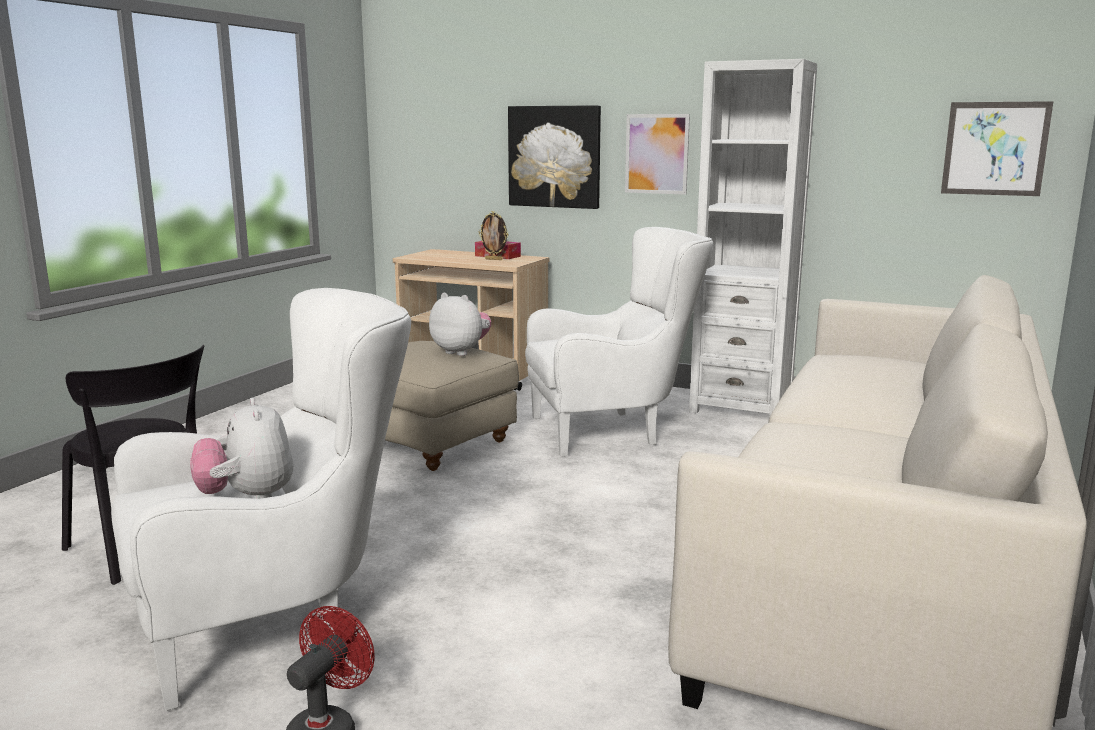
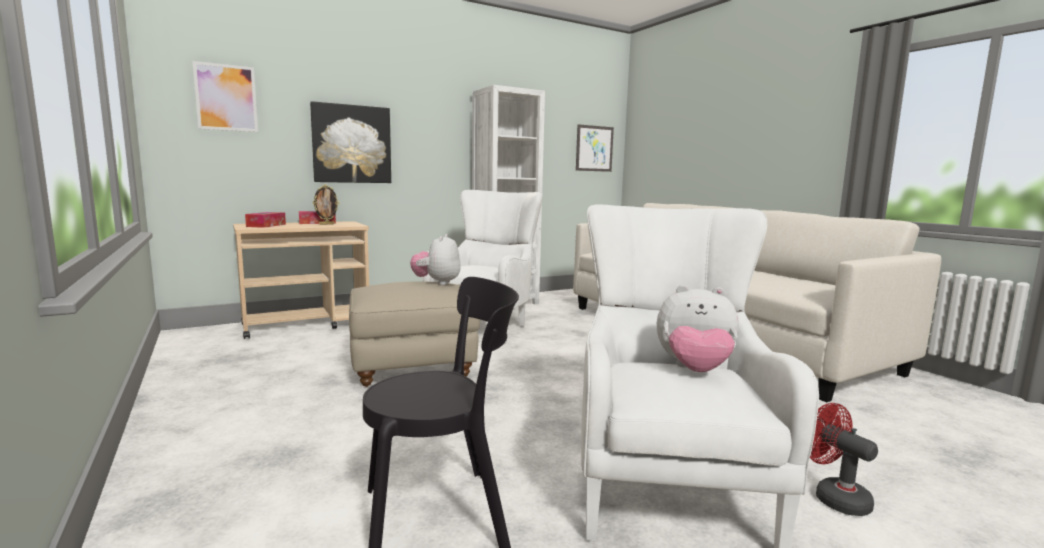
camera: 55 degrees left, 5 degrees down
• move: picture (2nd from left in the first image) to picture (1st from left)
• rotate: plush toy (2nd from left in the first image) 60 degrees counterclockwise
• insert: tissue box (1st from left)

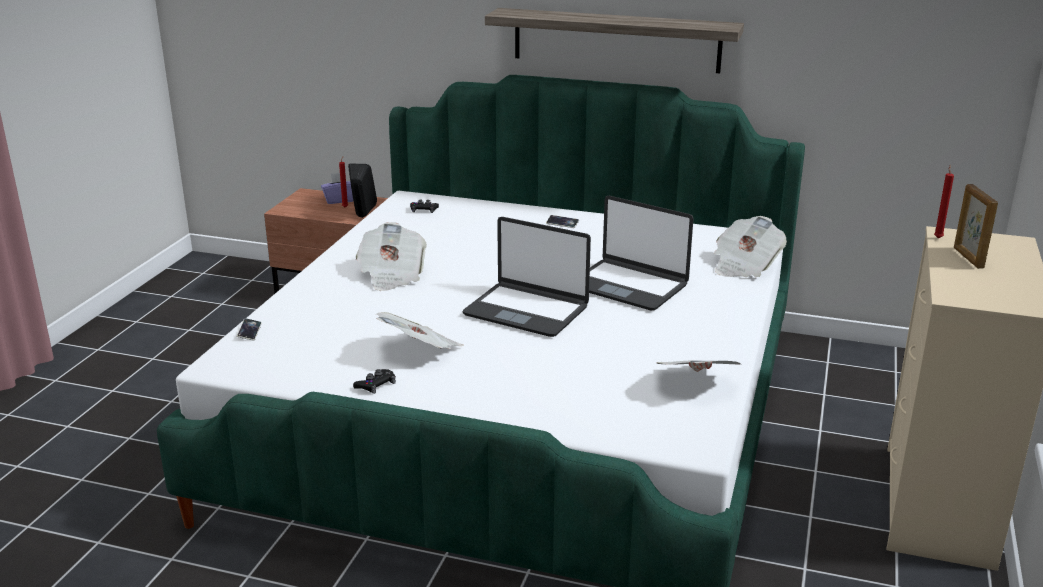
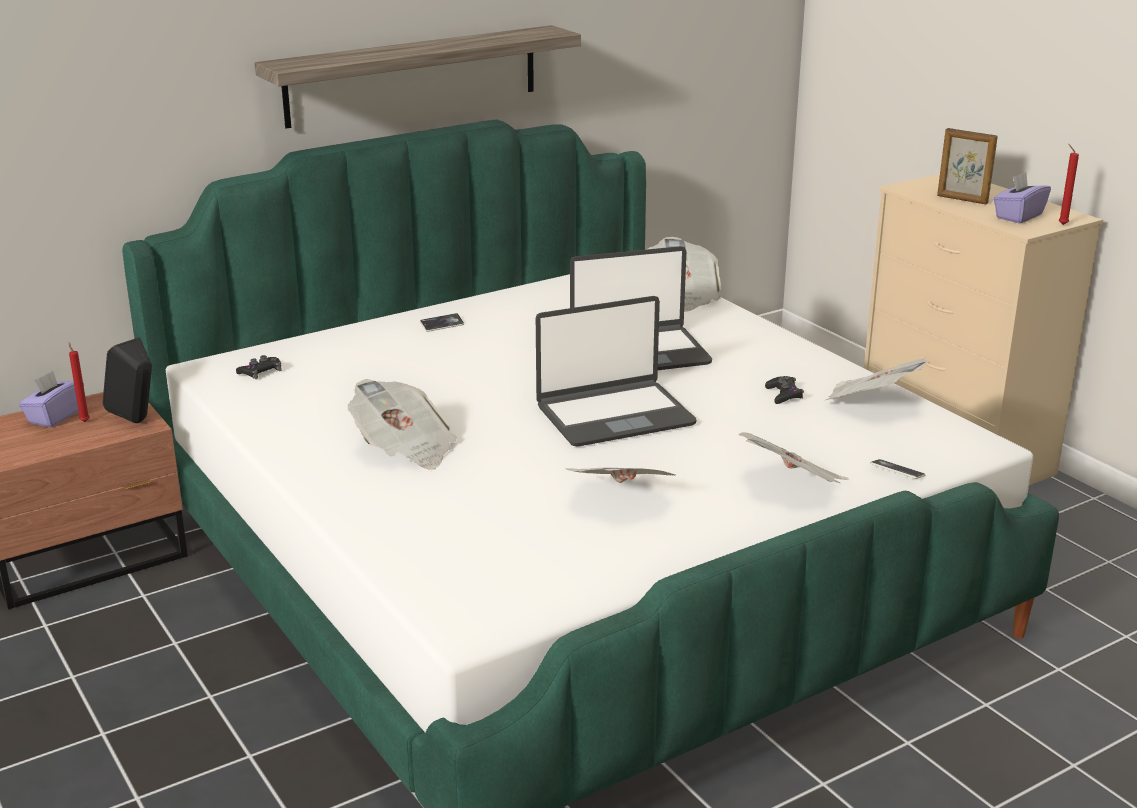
camera: 50 degrees left, 0 degrees up
• move: candle (red) (2nd from left)
• move: phone (1st from left in the first image) to phone (2nd from left)
• move: game controller (black) (1st from left in the first image) to game controller (black) (2nd from left)
• insert: tissue box (purple) (2nd from left)
• insert: newspaper (4th from left)

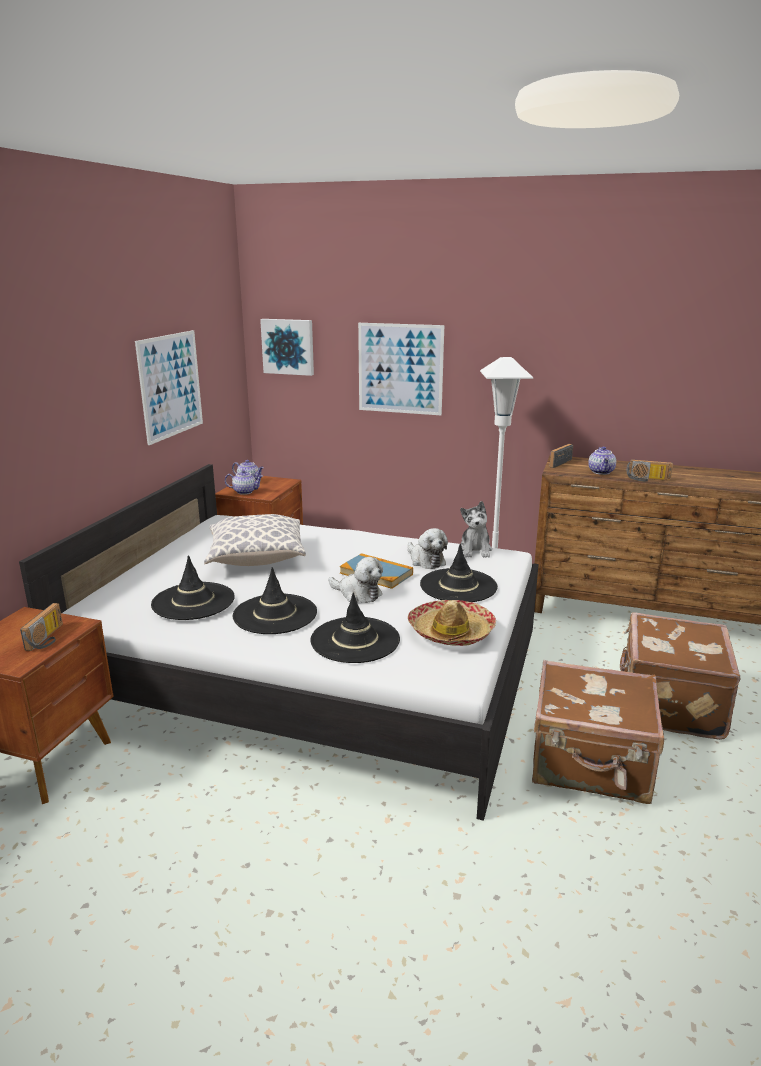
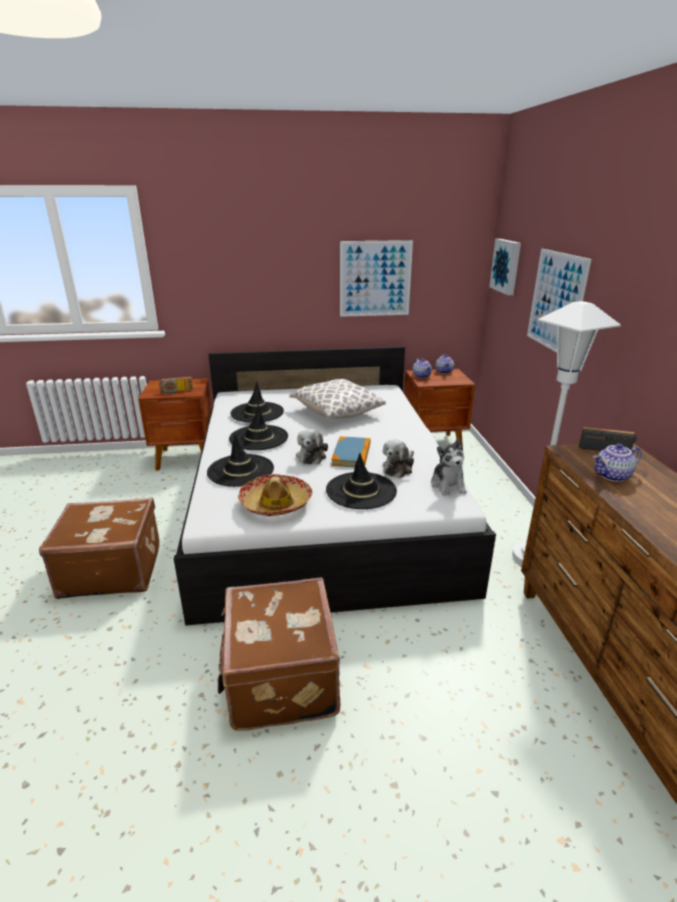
camera: 65 degrees right, 5 degrees up
• delete: radio (3rd from left)
• rotate: plush toy (3rd from left) 75 degrees counterclockwise
• move: suitcase (brown) (2nd from left in the first image) to suitcase (brown) (1st from left)

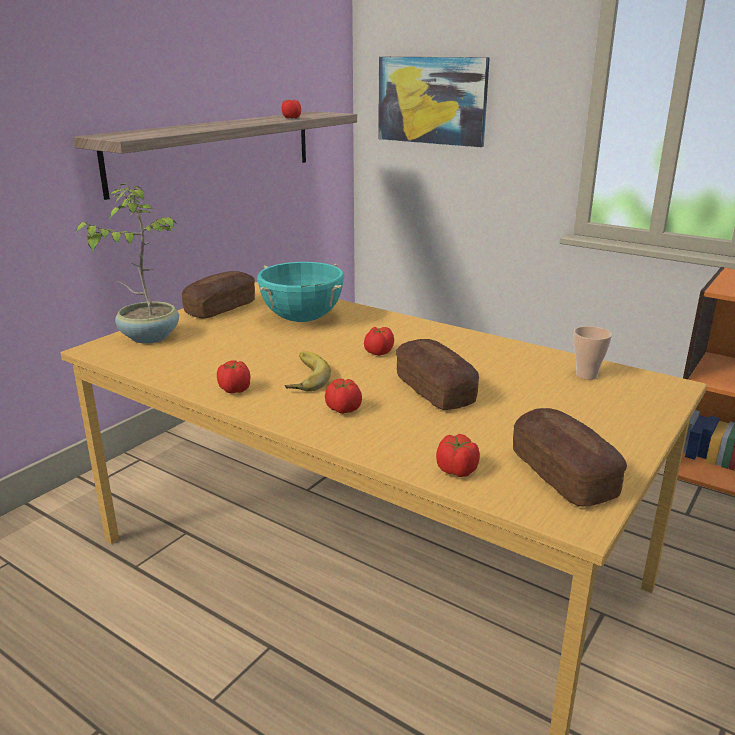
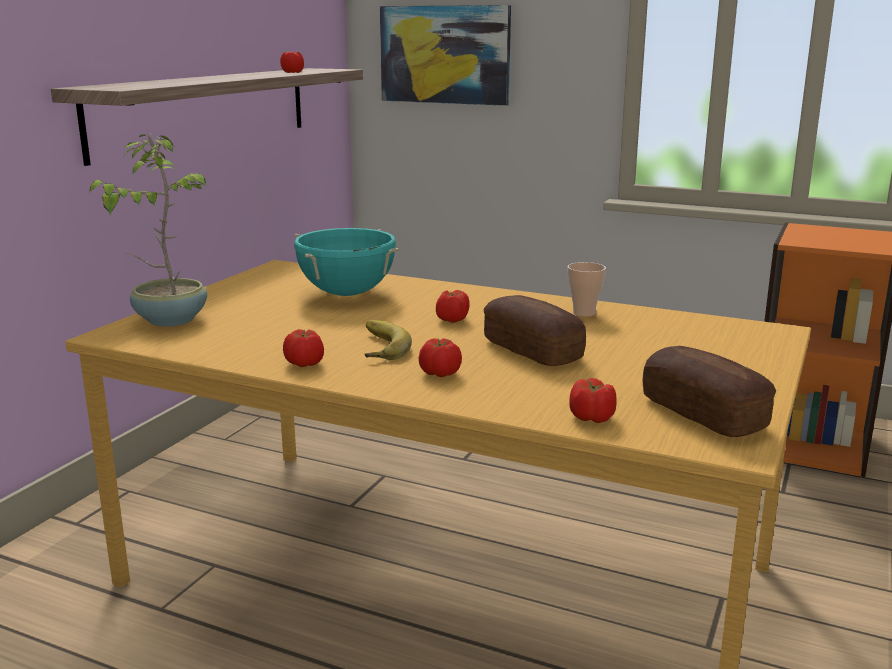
camera: 10 degrees left, 5 degrees down
• delete: bread (1st from left)
• move: cup

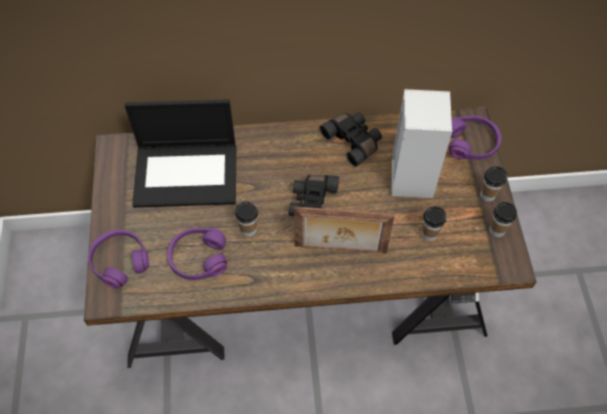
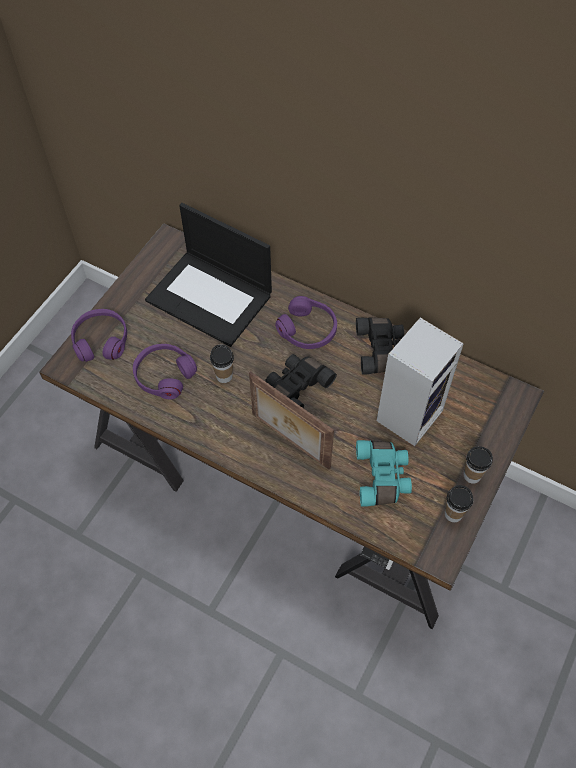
camera: 35 degrees right, 0 degrees up
• move: headphones (purple) (3rd from left)
• replace: cup (2nd from left) to binoculars (turquoise)

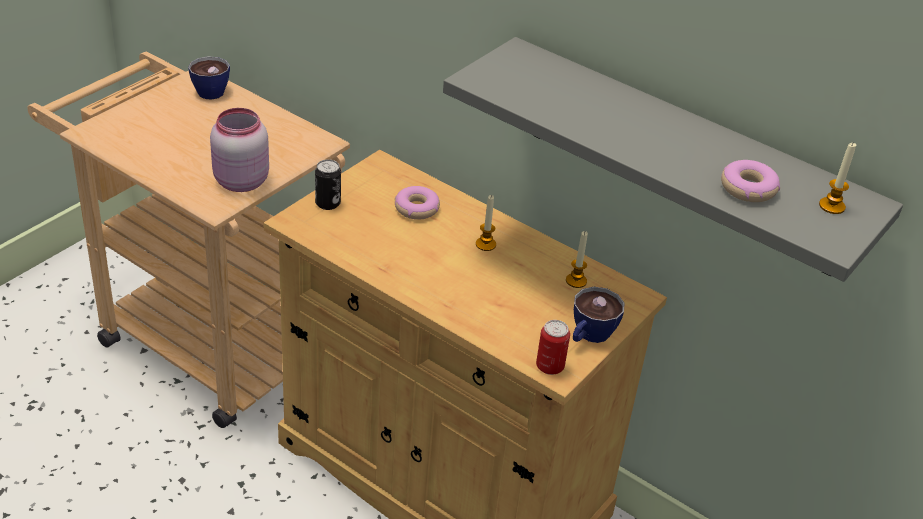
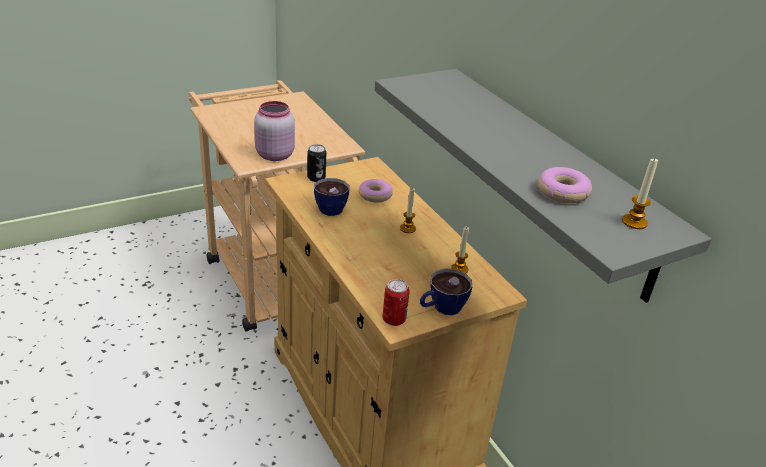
camera: 25 degrees right, 5 degrees down
• move: cup (1st from left)

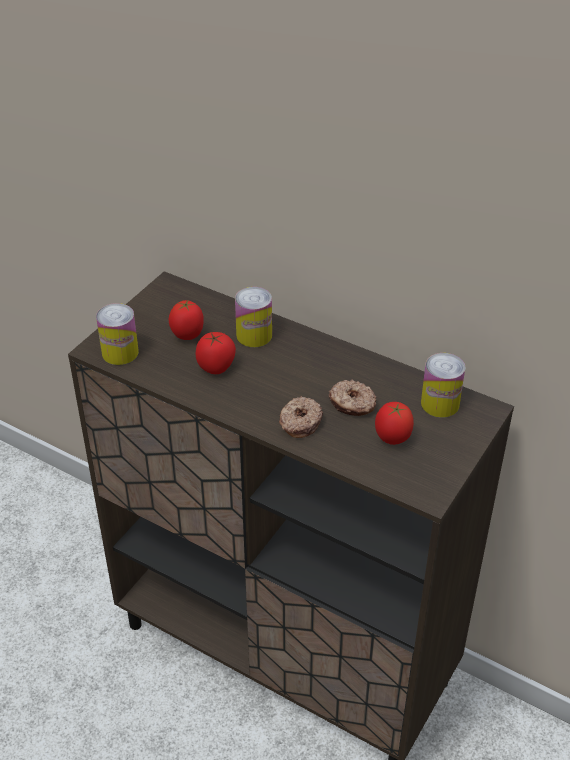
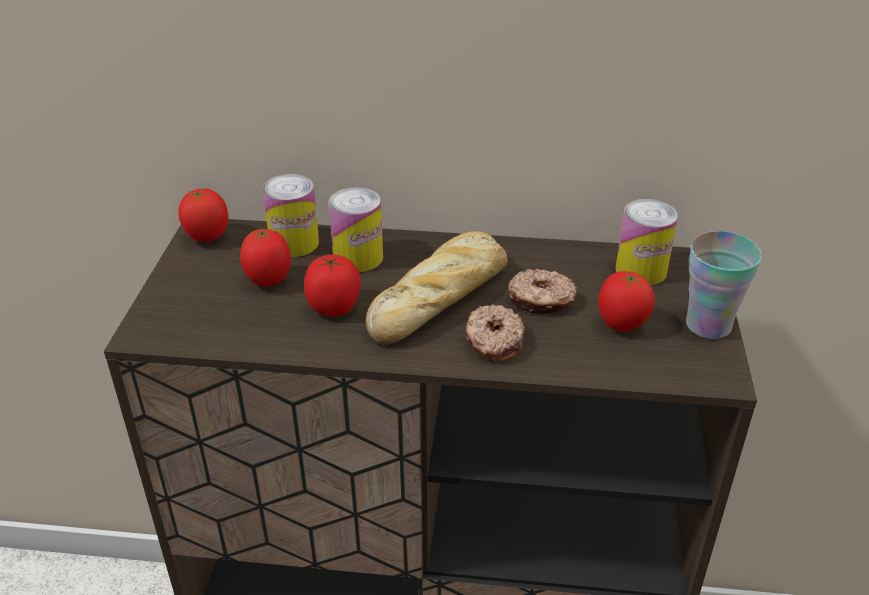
camera: 25 degrees left, 5 degrees down
• move: can (1st from left)
• insert: tomato (1st from left)
• insert: bread
• insert: cup

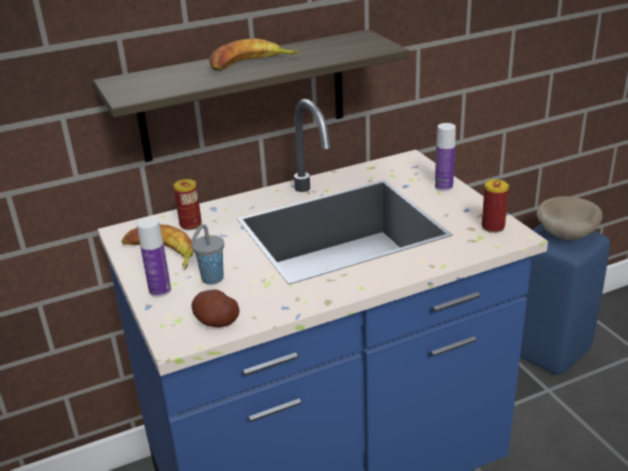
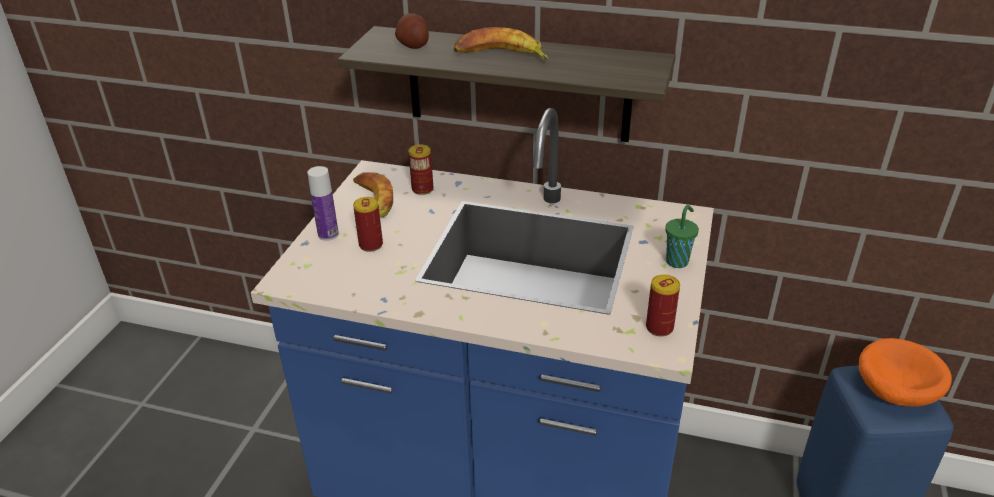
camera: 40 degrees right, 5 degrees up
• replace: bottle (2nd from left) to cup (green)
• recolor: bowl (beige) to bowl (orange)
• replace: cup (grey) to can (1st from left)
• move: potato

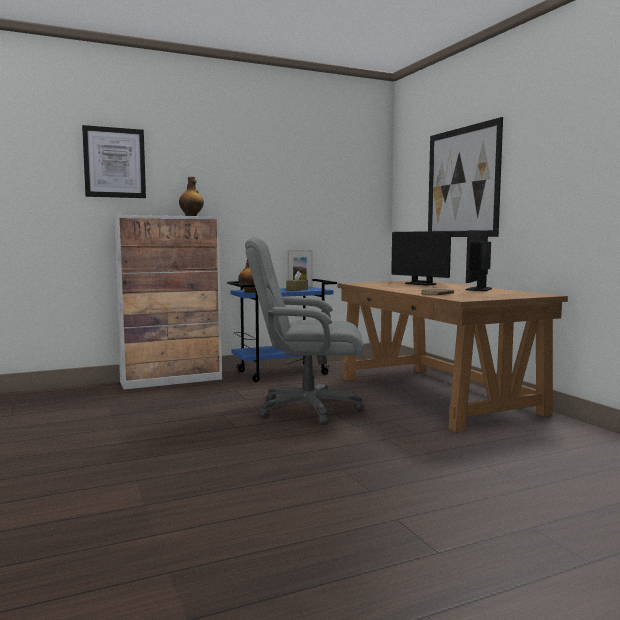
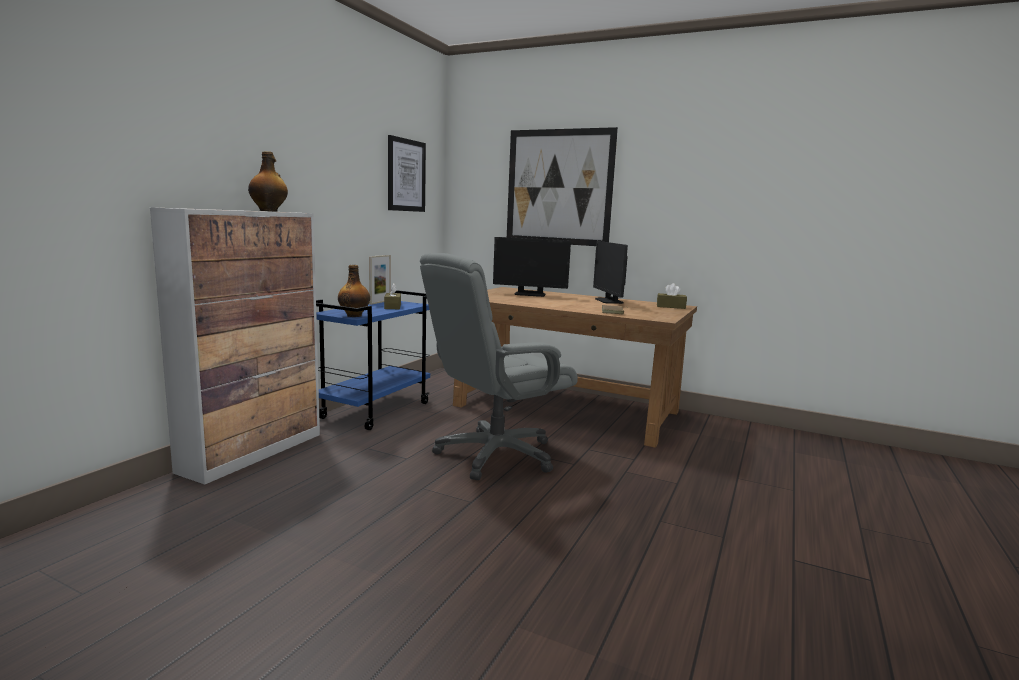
camera: 40 degrees left, 5 degrees up
• move: picture (1st from left)
• insert: tissue box (brown) (2nd from left)

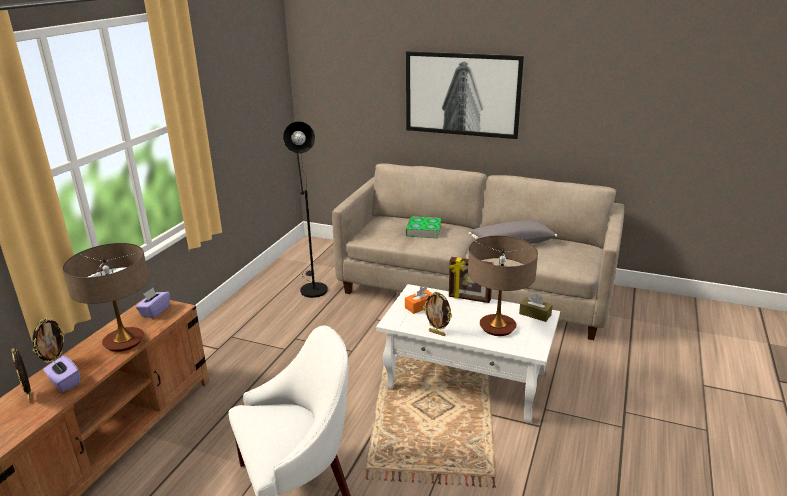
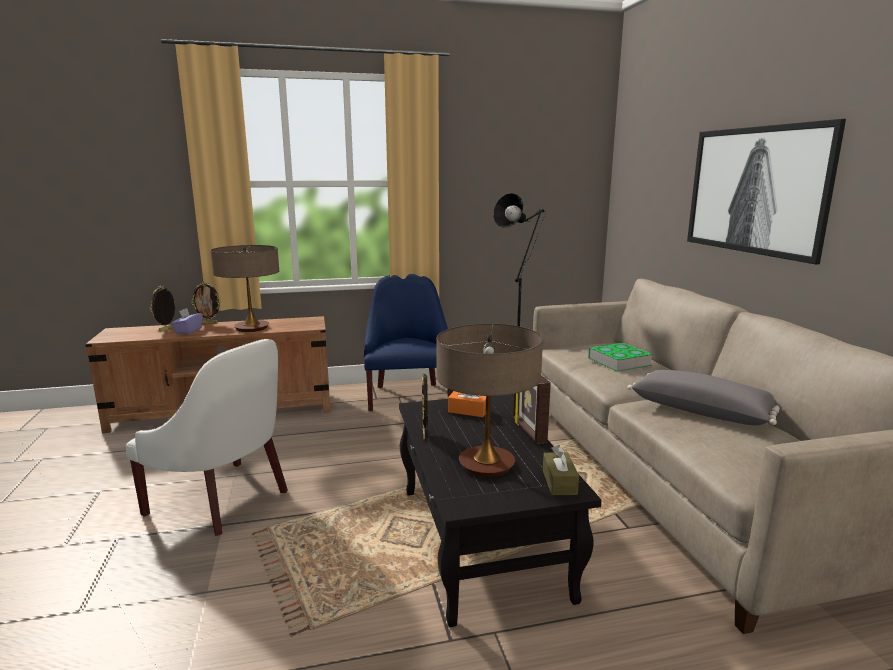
camera: 55 degrees right, 10 degrees down
• recolor: coffee table (white) to coffee table (black)
• delete: tissue box (purple) (2nd from left)
• insert: armchair (blue)

